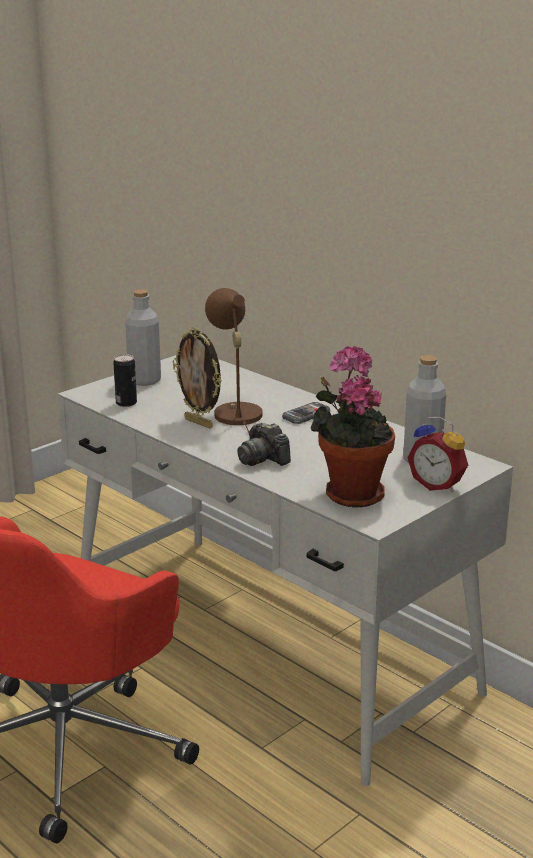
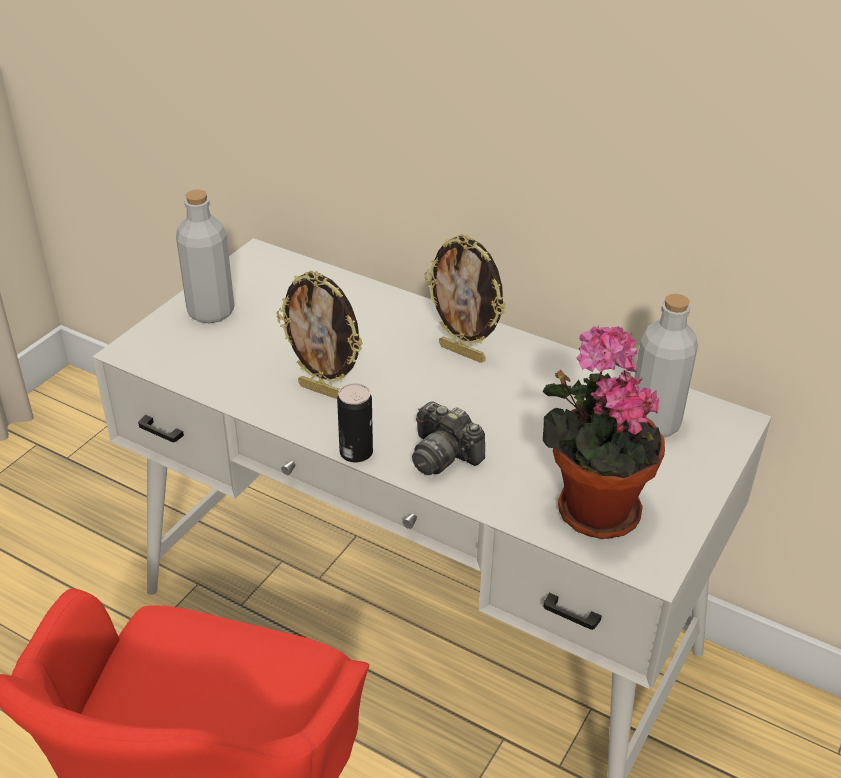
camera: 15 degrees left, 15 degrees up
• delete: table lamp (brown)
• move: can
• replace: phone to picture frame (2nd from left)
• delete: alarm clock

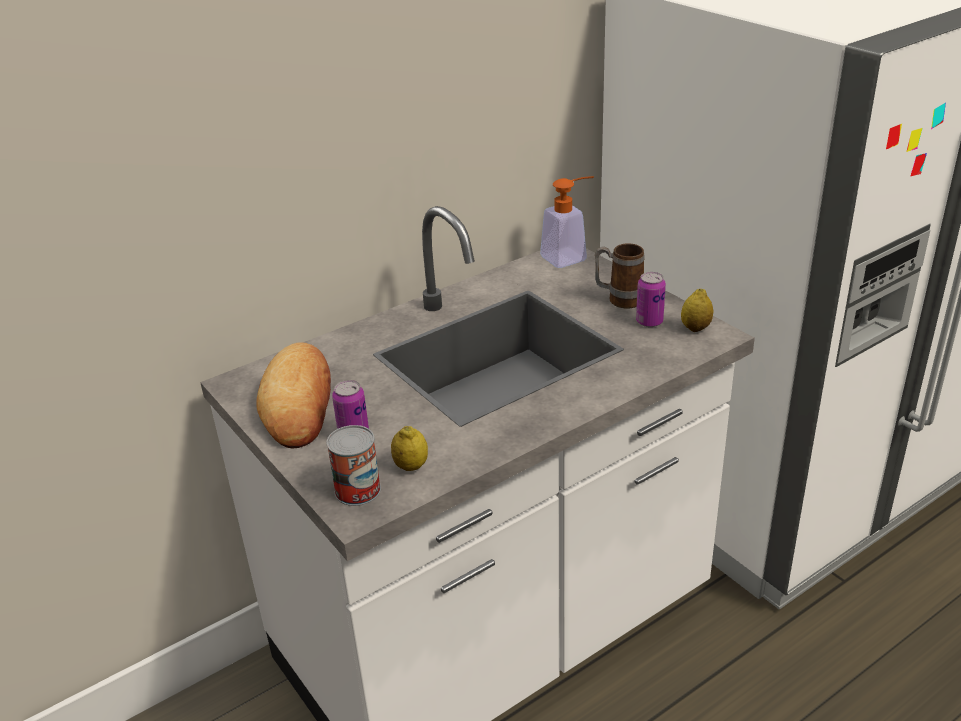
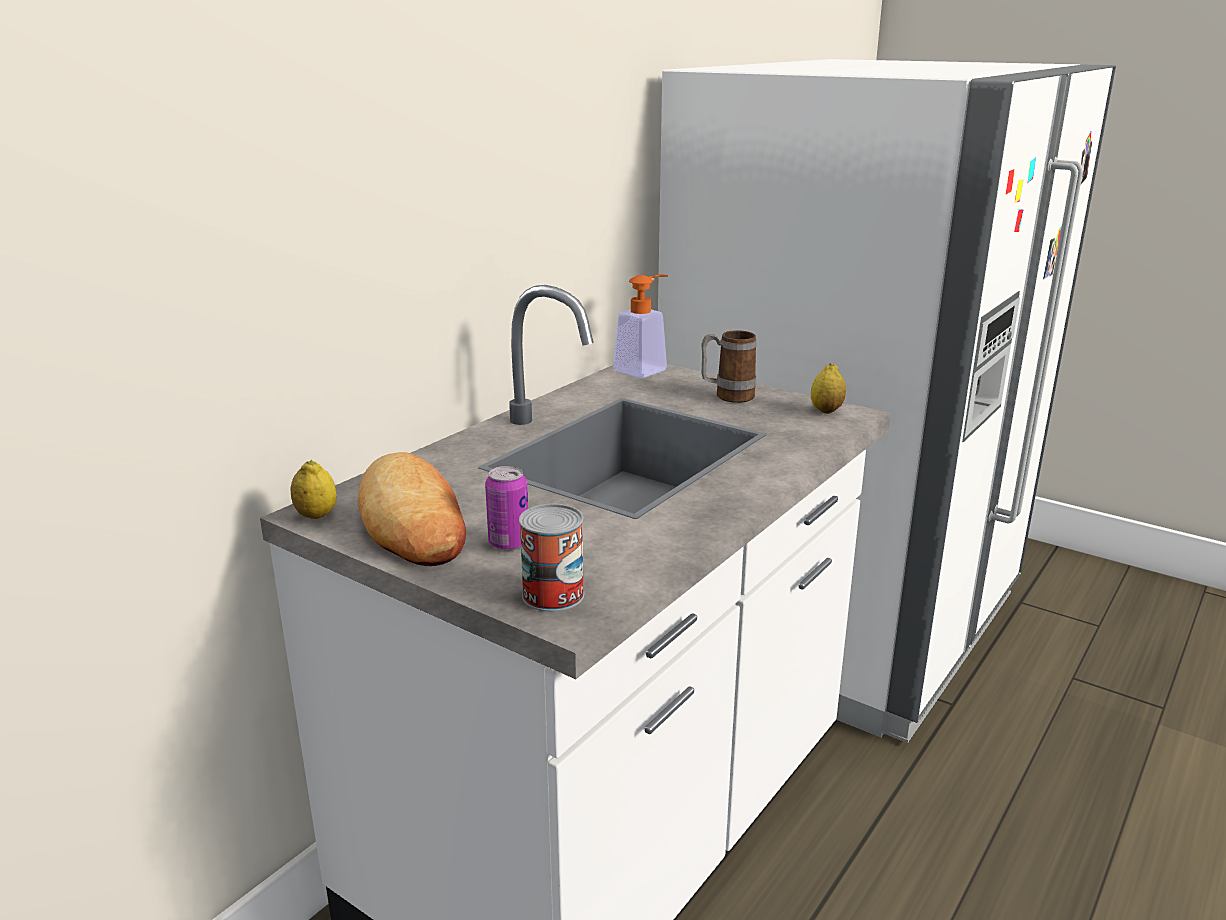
camera: 20 degrees left, 10 degrees down
• delete: can (3rd from left)
• move: lemon (1st from left)

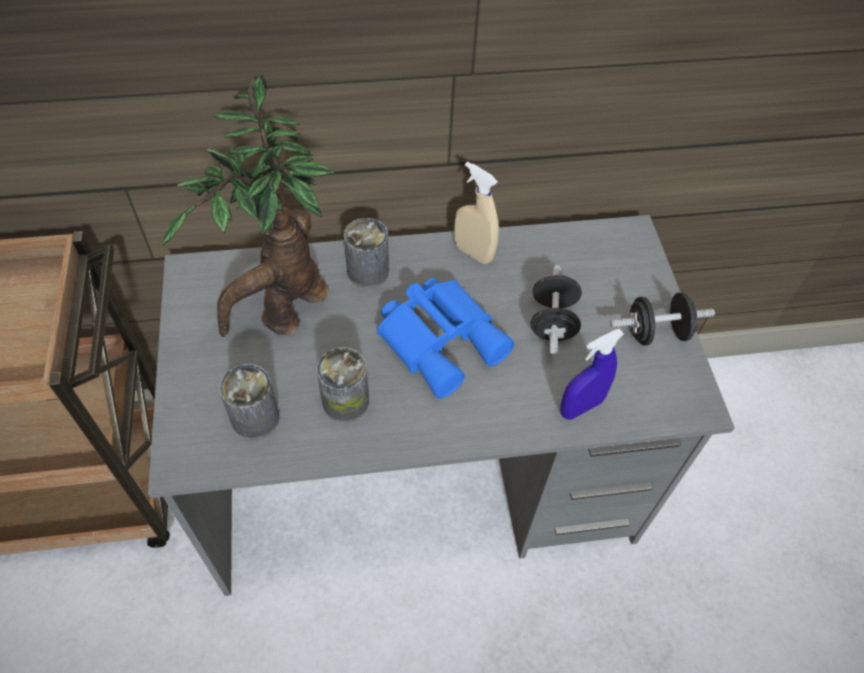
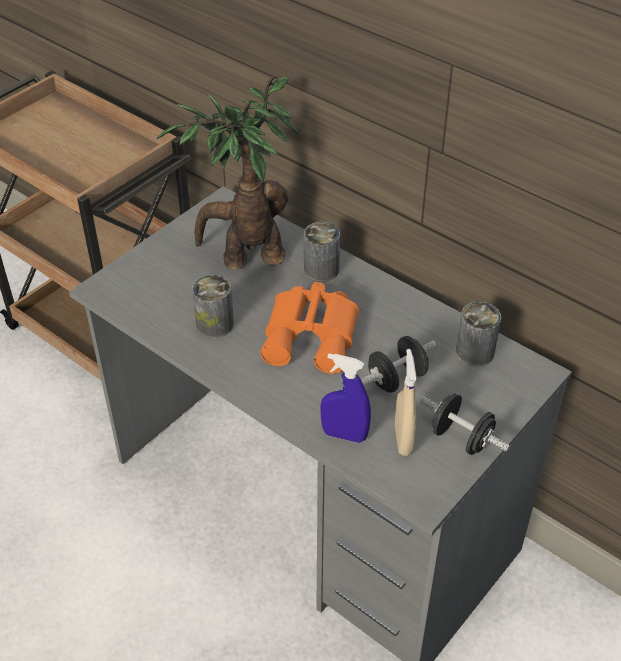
camera: 50 degrees right, 10 degrees down
• move: spray bottle (beige)
• recolor: binoculars (blue) to binoculars (orange)
• move: can (1st from left in the first image) to can (3rd from left)

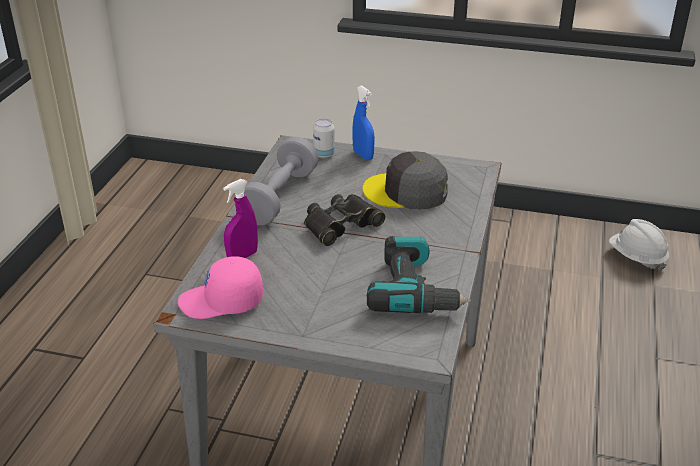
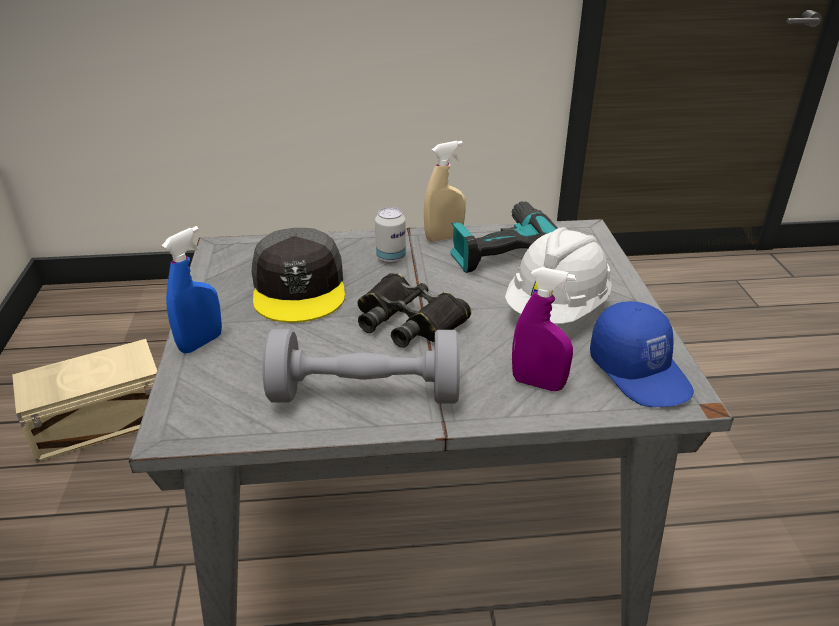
camera: 110 degrees left, 0 degrees up
• move: can
• move: hard hat (white)
• recolor: cap (pink) to cap (blue)
• insert: spray bottle (beige)
• insert: storage box (beige)

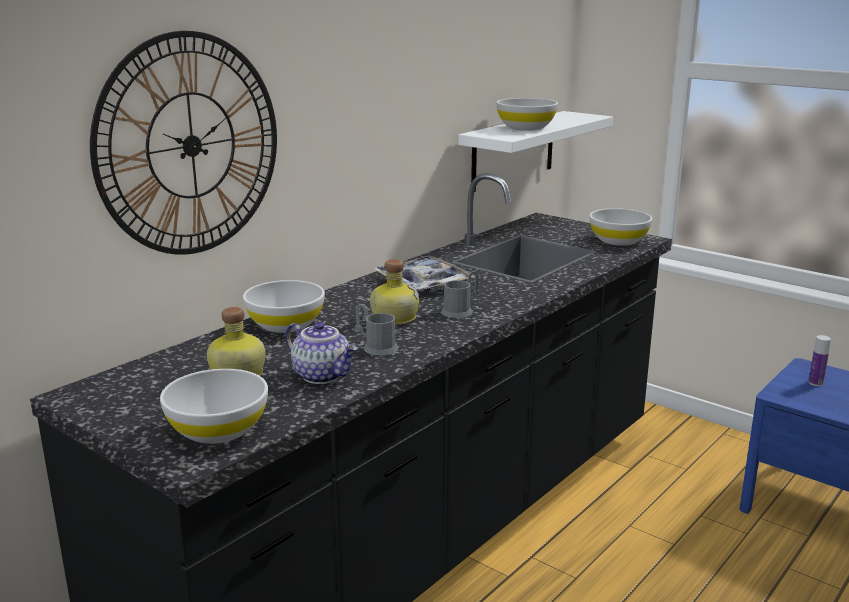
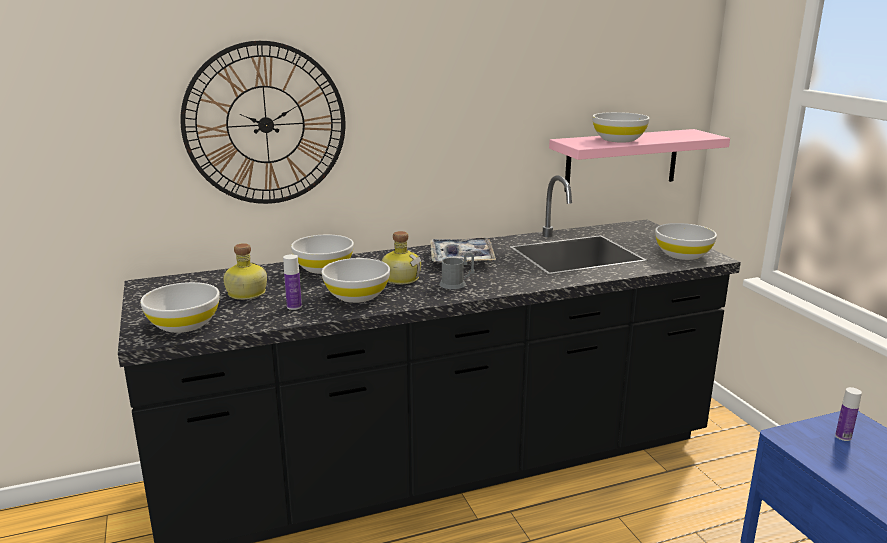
camera: 30 degrees right, 0 degrees up
• recolor: shelf (white) to shelf (pink)
• replace: mug (grey) (1st from left) to bowl (white) (3rd from left)
• replace: teapot to bottle (2nd from left)

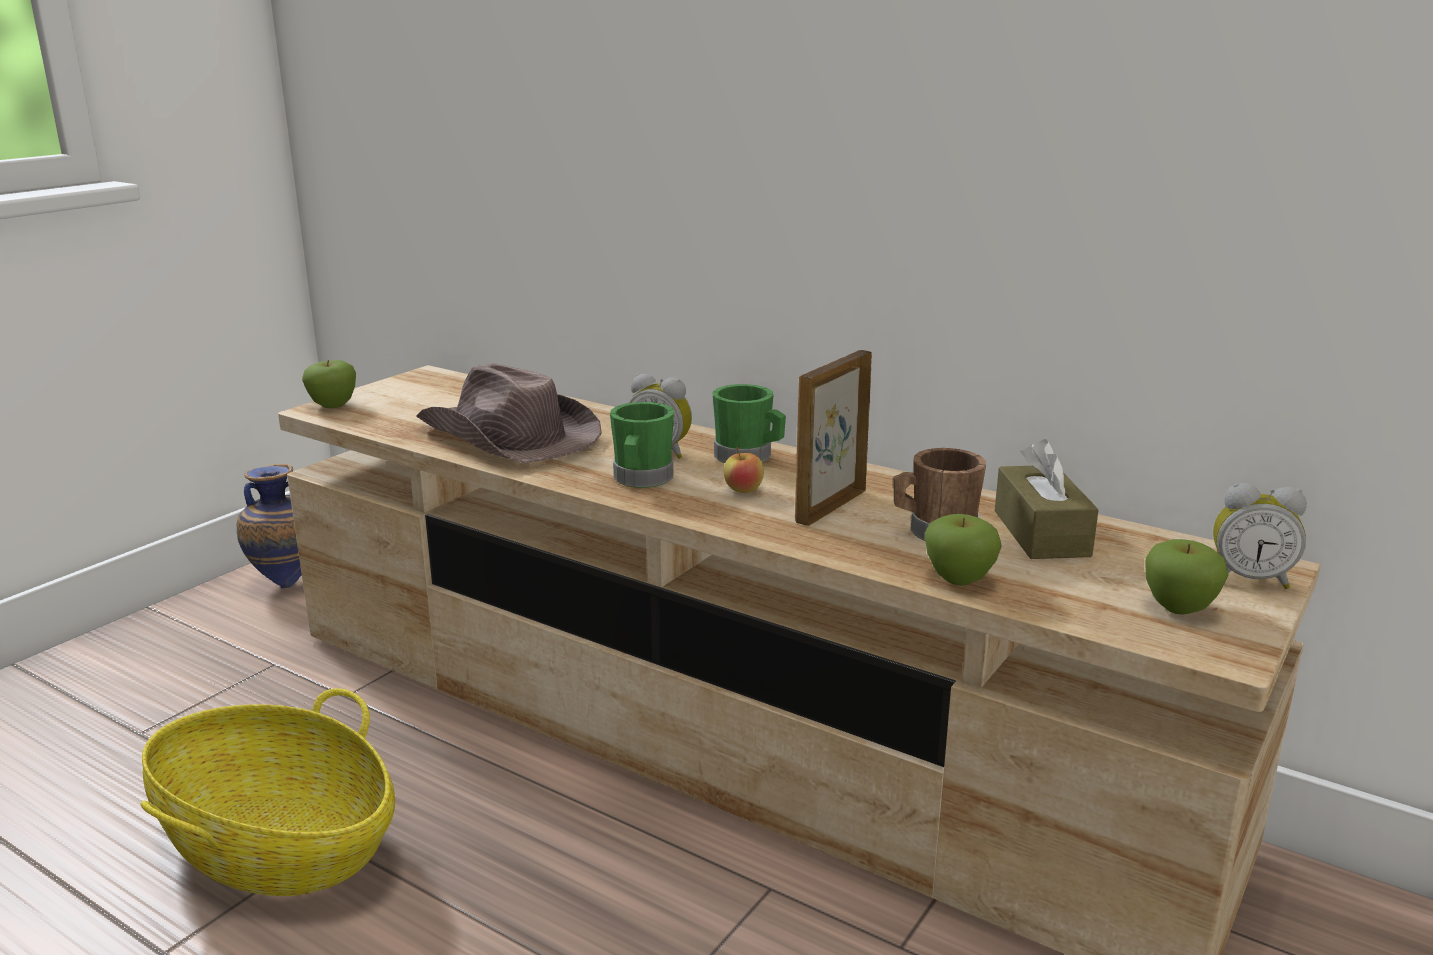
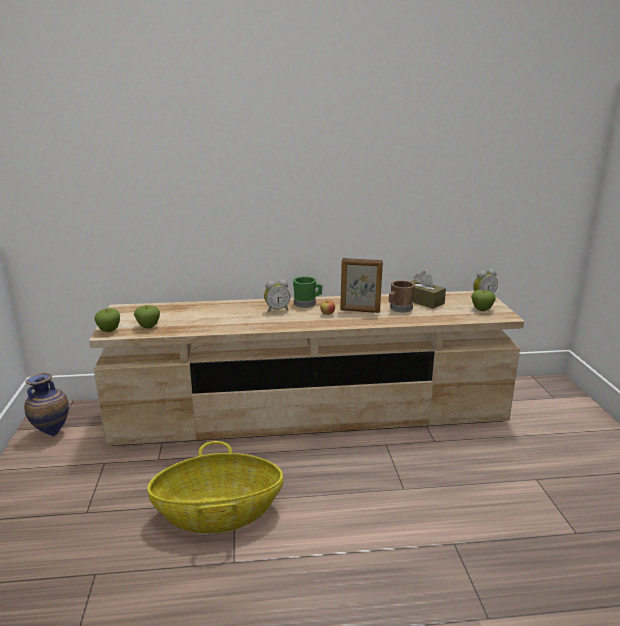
camera: 40 degrees left, 0 degrees up
• rotate: picture frame 75 degrees counterclockwise
• delete: hat (brown)
• delete: mug (green) (1st from left)
• move: apple (3rd from left in the first image) to apple (2nd from left)

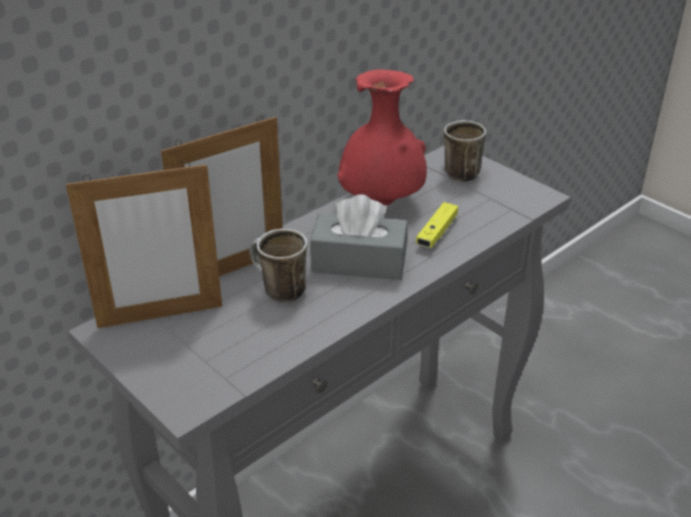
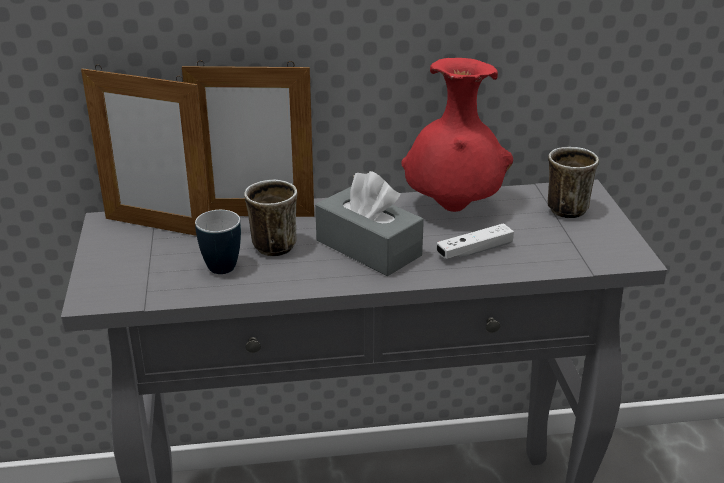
camera: 35 degrees right, 5 degrees down
• recolor: game controller (yellow) to game controller (white)
• insert: mug (1st from left)

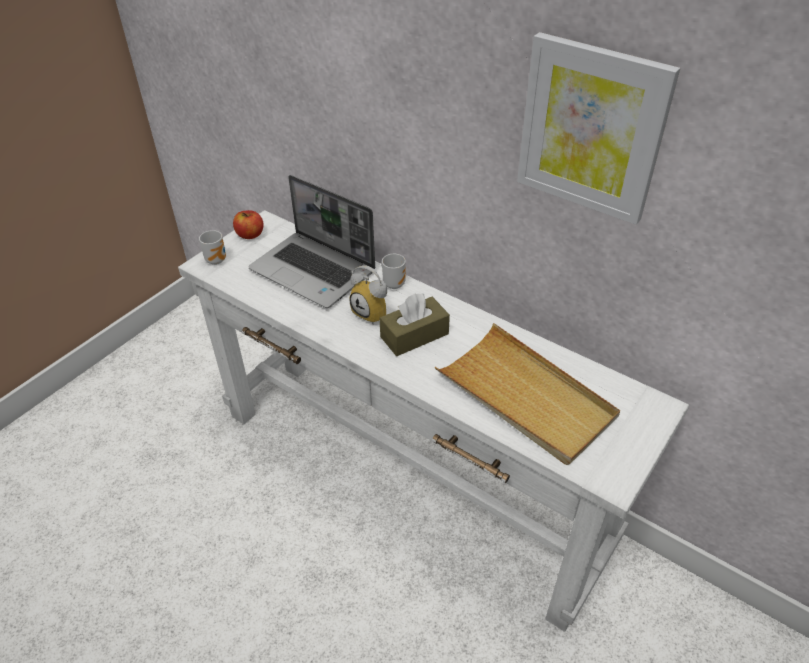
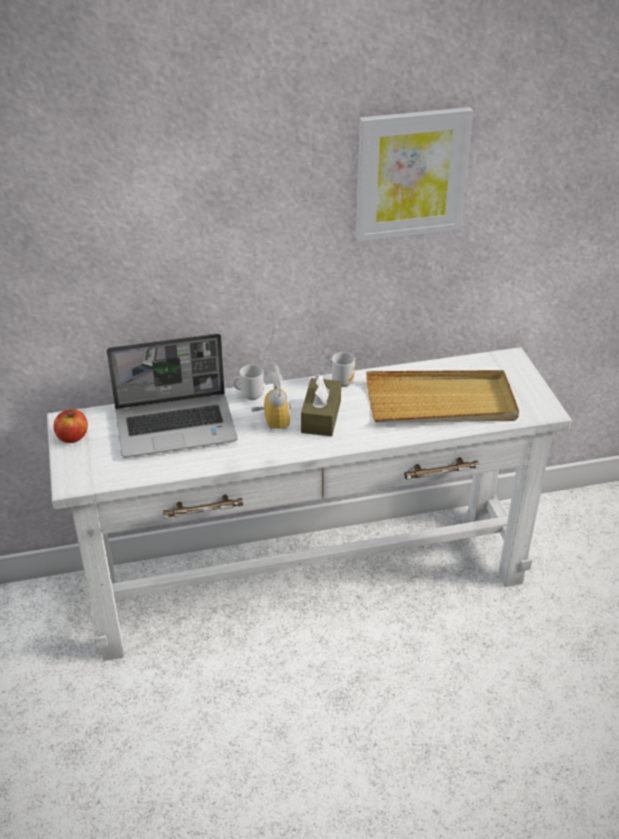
camera: 50 degrees left, 5 degrees down
• move: mug (1st from left in the first image) to mug (2nd from left)
• rotate: alarm clock 90 degrees counterclockwise

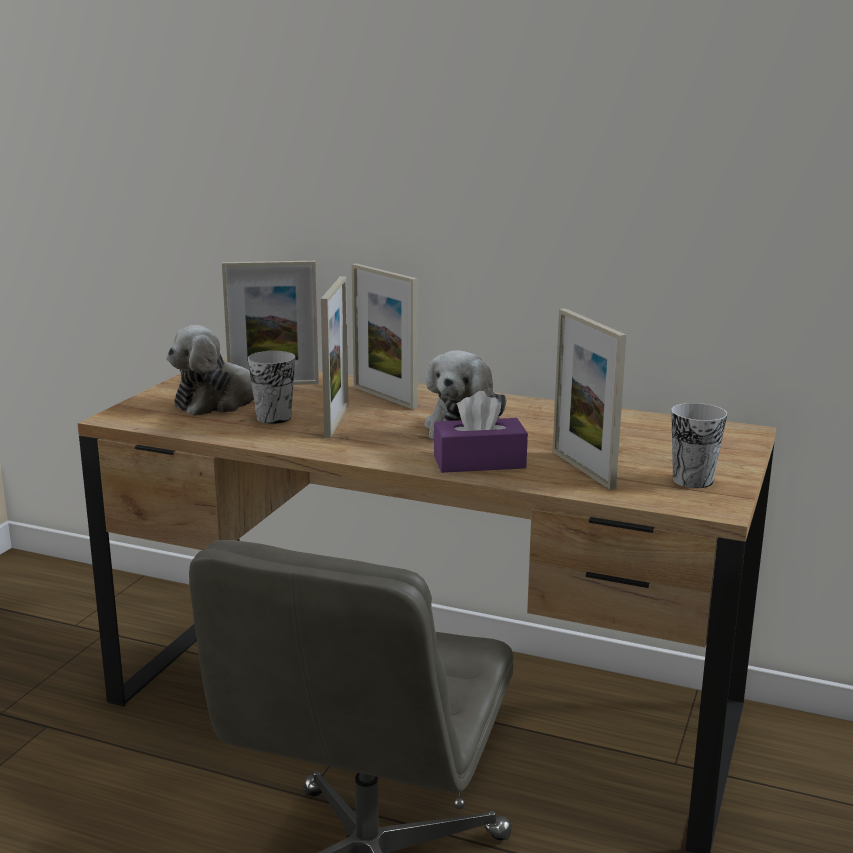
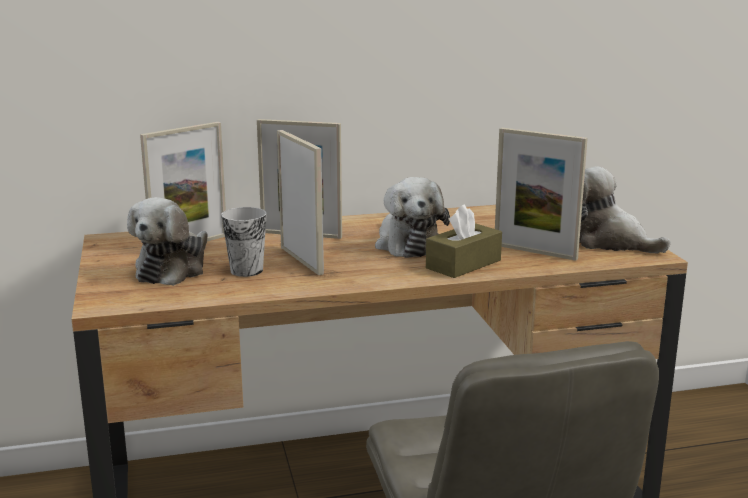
camera: 35 degrees left, 0 degrees up
• recolor: tissue box (purple) to tissue box (brown)
• replace: cup (2nd from left) to plush toy (3rd from left)

